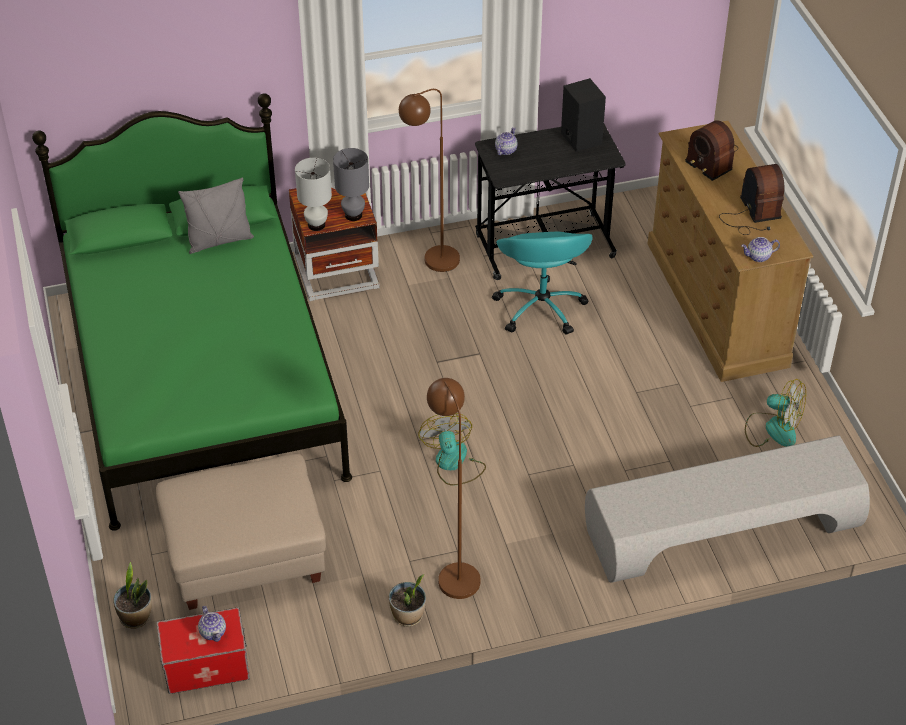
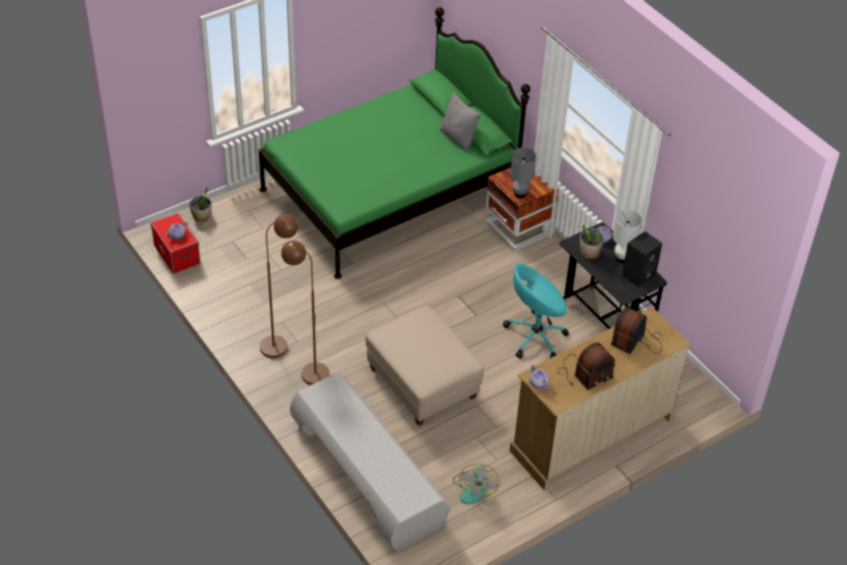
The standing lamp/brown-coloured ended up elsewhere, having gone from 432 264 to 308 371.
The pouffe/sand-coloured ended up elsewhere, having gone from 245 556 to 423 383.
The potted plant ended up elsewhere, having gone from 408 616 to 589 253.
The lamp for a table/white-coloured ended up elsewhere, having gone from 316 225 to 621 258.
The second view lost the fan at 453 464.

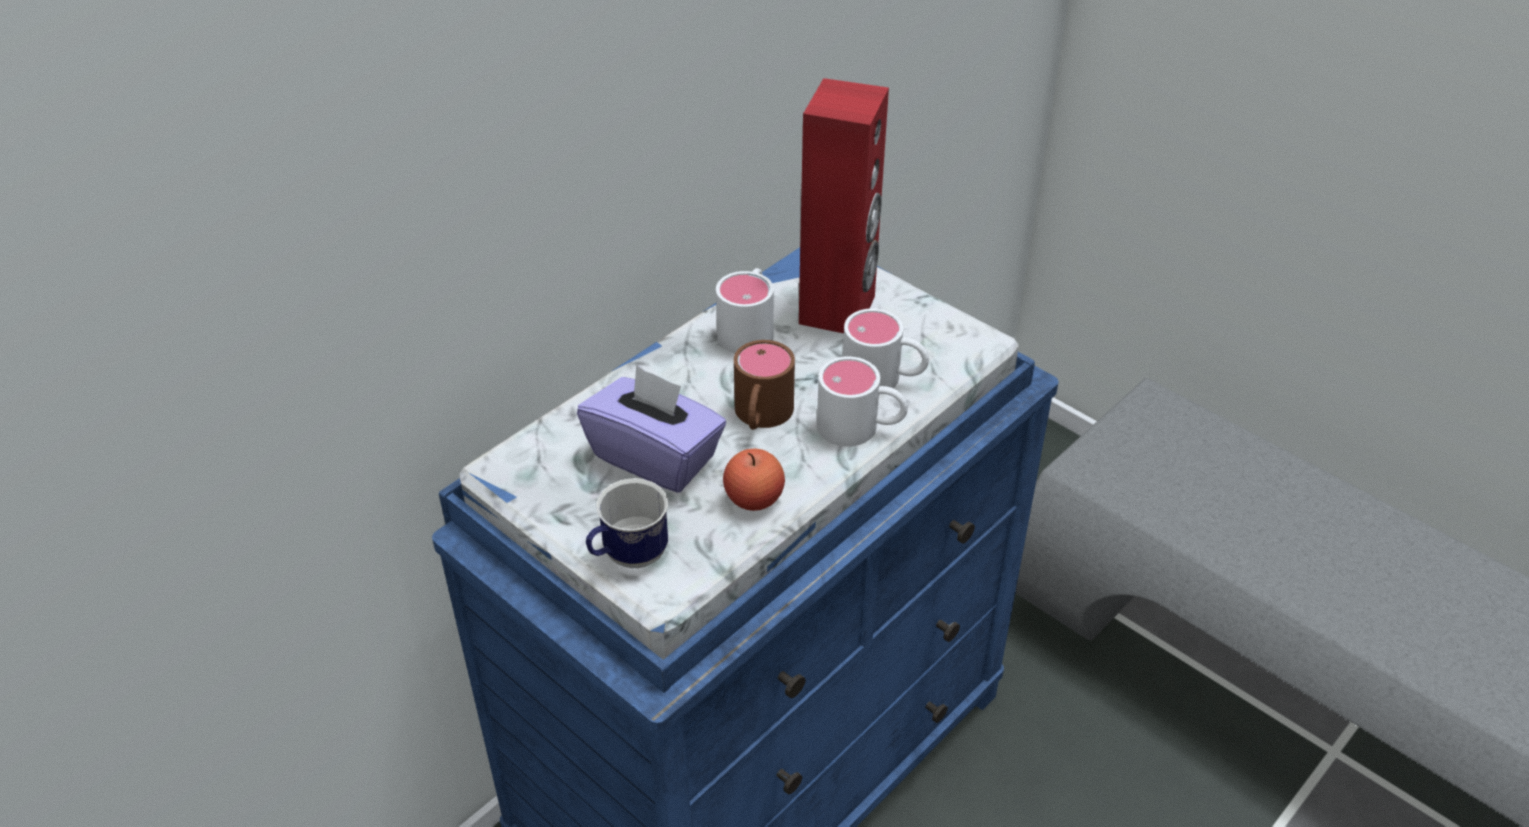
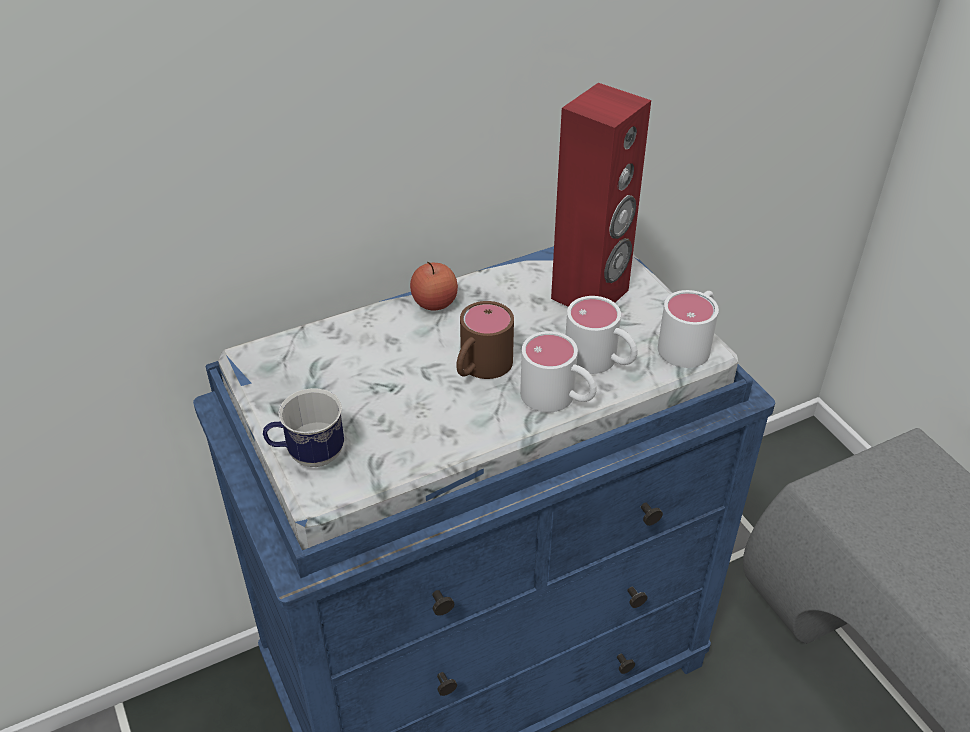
The apple ended up elsewhere, having gone from 754 498 to 434 303.
The tea mug/white-coloured ended up elsewhere, having gone from 749 328 to 689 343.
The second view lost the tissue box/purplish at 655 457.

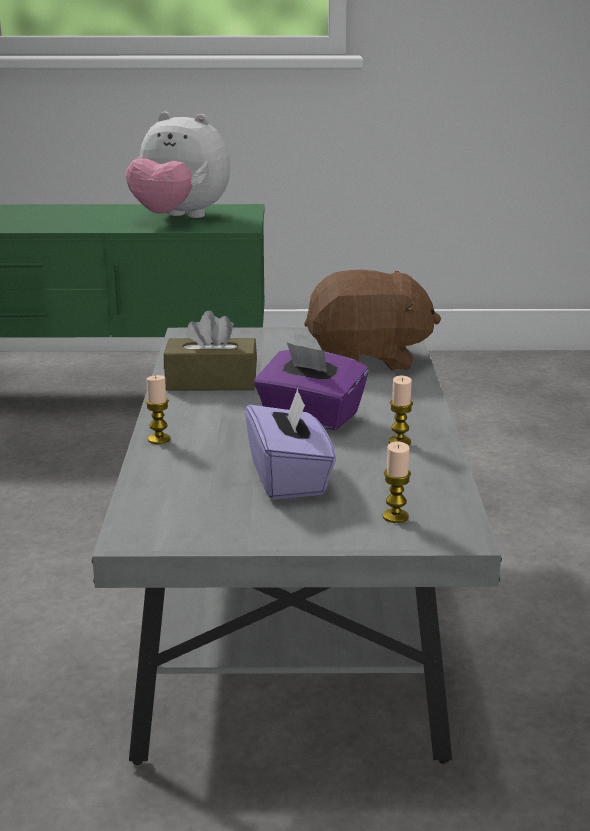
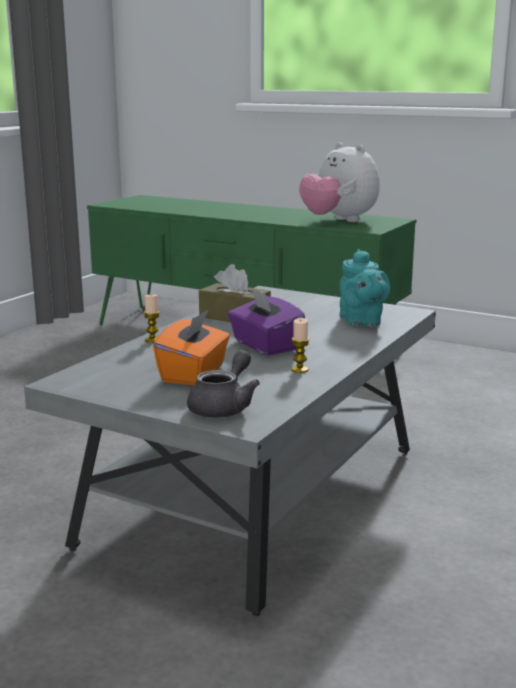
What was the tissue box/purplish at 289 478 turned into the tissue box/orangey at 194 374.
Where the wax candle stood at 395 516, the teapot/gray came to stand at 224 407.
Where the plush toy/brown-coloured stood at 368 359, the teapot/blue-green came to stand at 361 322.

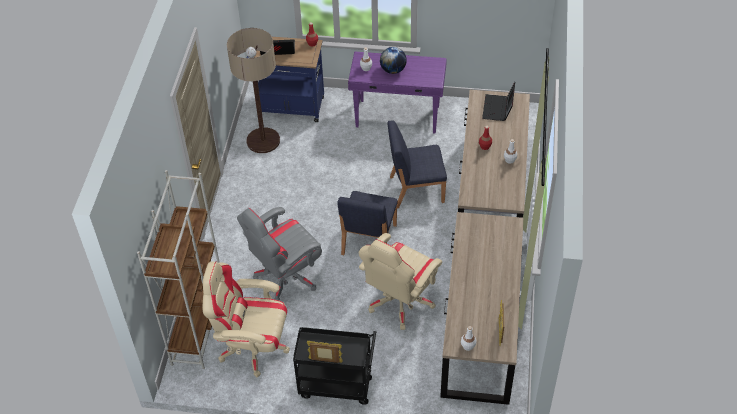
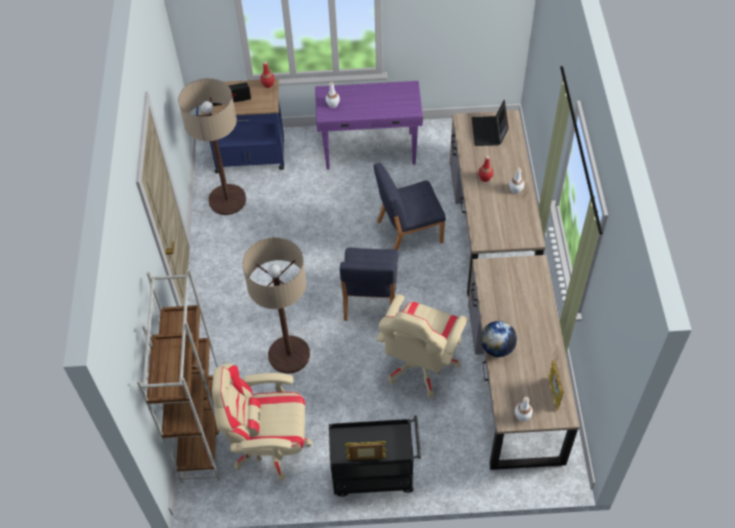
Where the office chair/gray stood at 286 276, the standing lamp came to stand at 289 355.
The desk globe ended up elsewhere, having gone from 393 70 to 497 348.

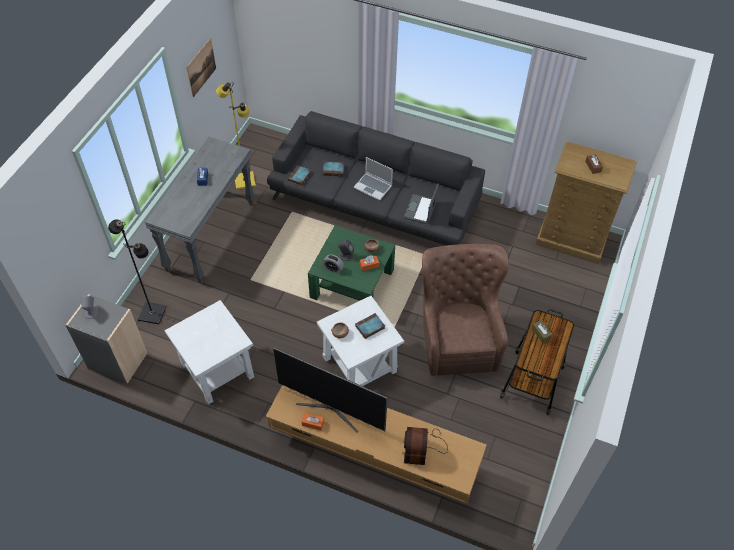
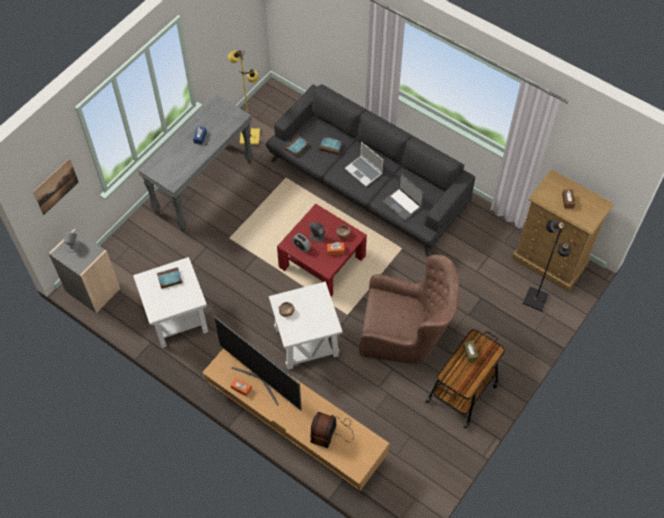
The picture ended up elsewhere, having gone from 201 67 to 56 186.
The book ended up elsewhere, having gone from 369 327 to 169 279.
What was the coffee table/greenish at 352 283 turned into the coffee table/red at 322 261.
The lounge chair/brown-coloured at 457 337 ended up facing another way, 90 degrees clockwise from before.
The notebook computer at 421 210 ended up facing another way, 75 degrees counterclockwise from before.
The standing lamp/blackish ended up elsewhere, having gone from 152 313 to 535 299.

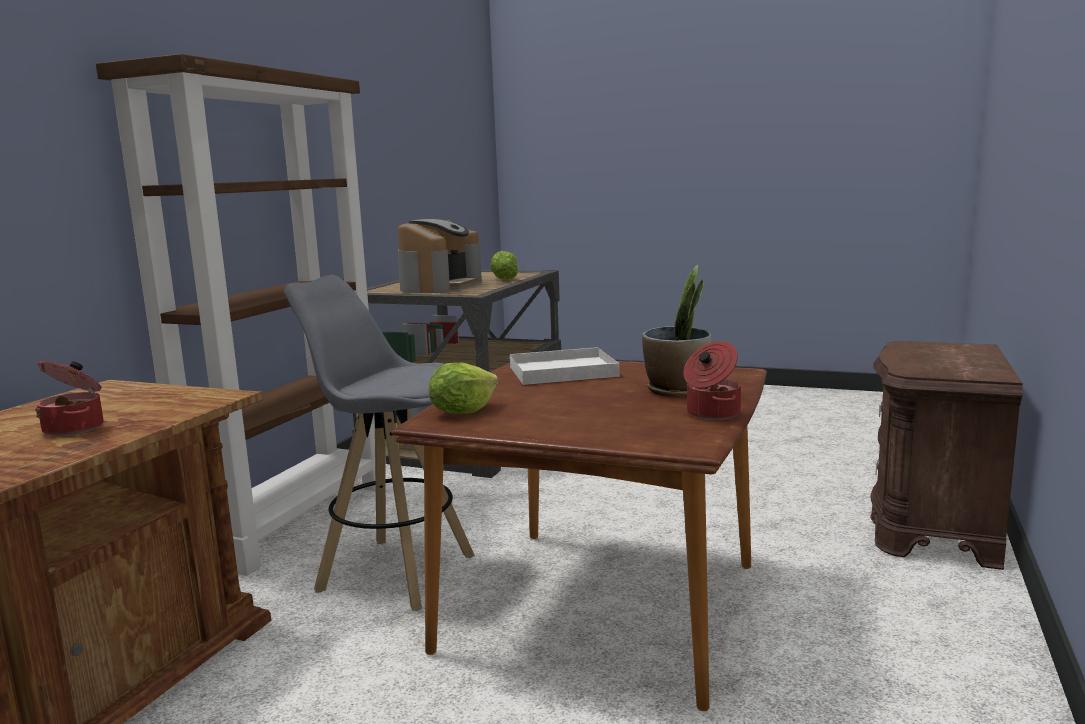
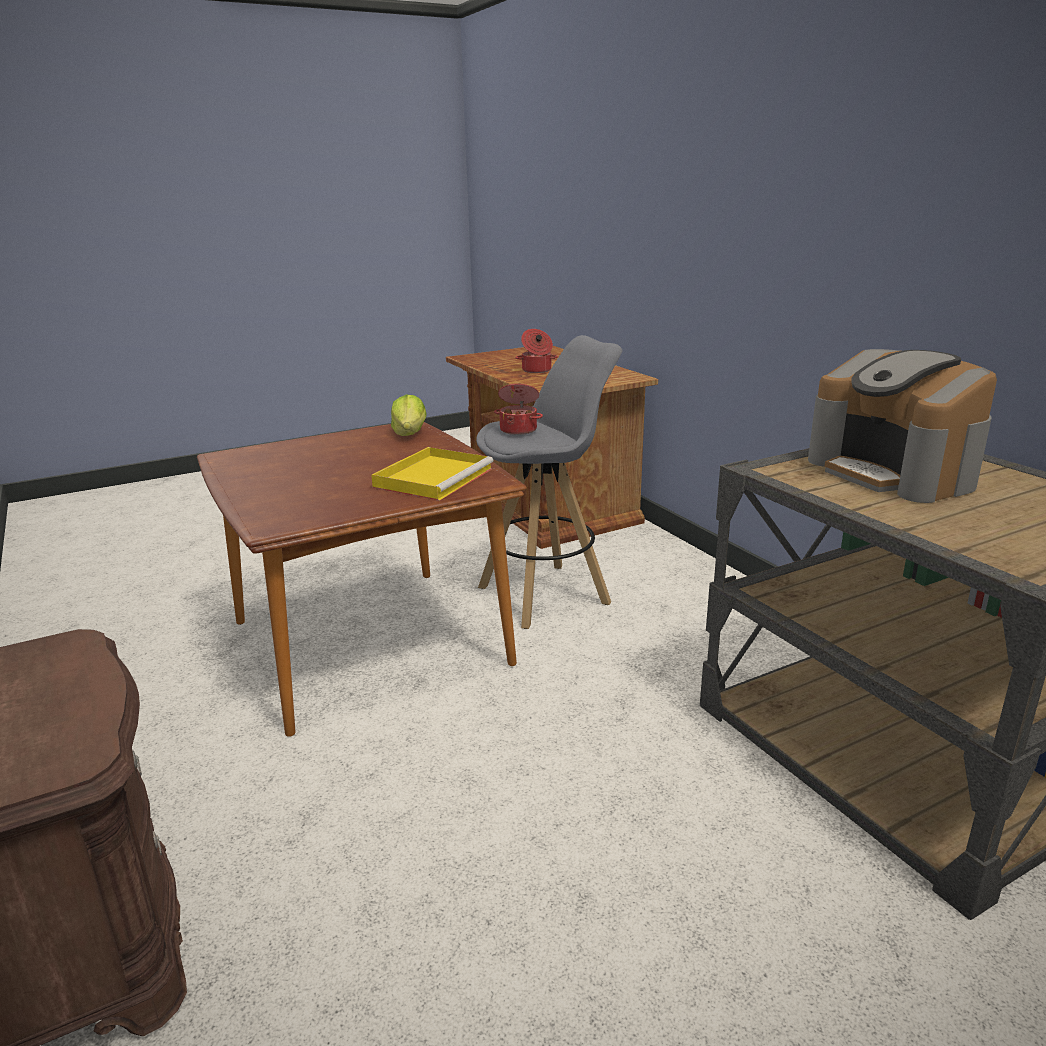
What was the tray/white-coloured at 560 371 turned into the tray/yellowish at 434 477.
The stockpot ended up elsewhere, having gone from 711 413 to 519 429.
The second view lost the bookcase/brown-coloured at 293 519.
The second view lost the head of lettuce at 504 279.
The second view lost the potted plant at 676 391.

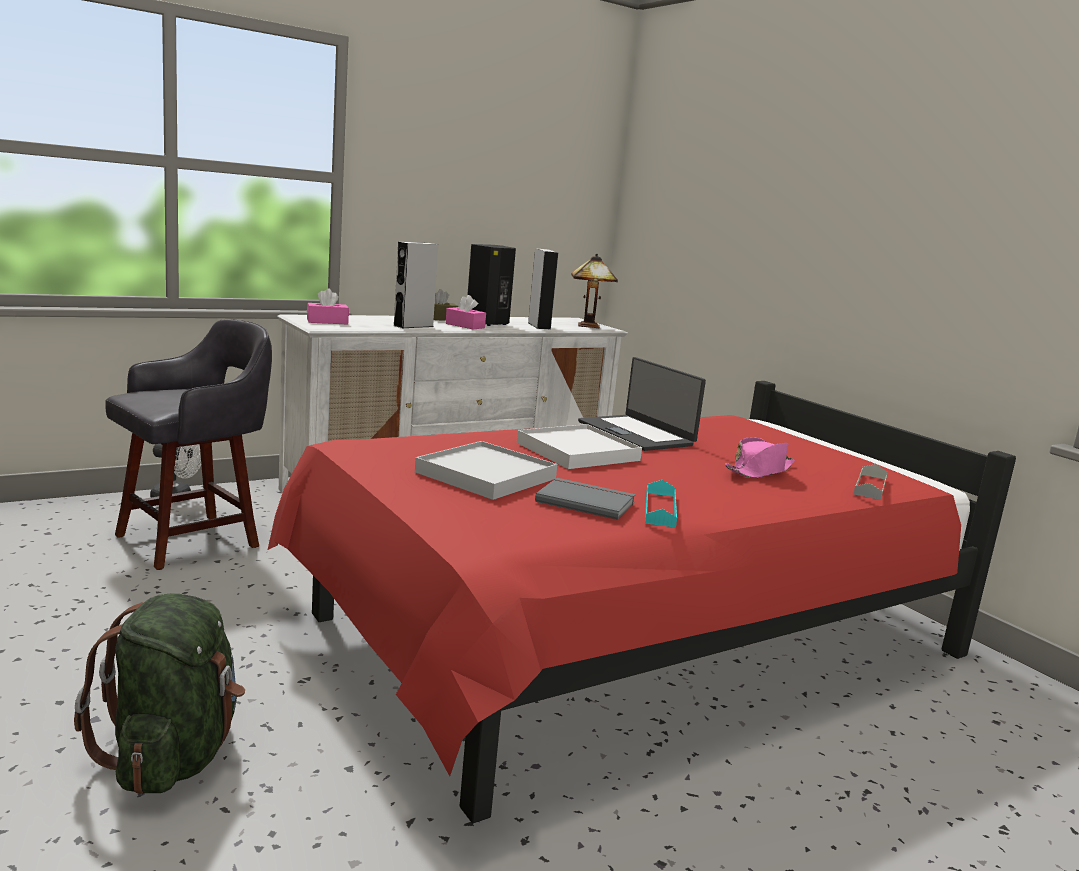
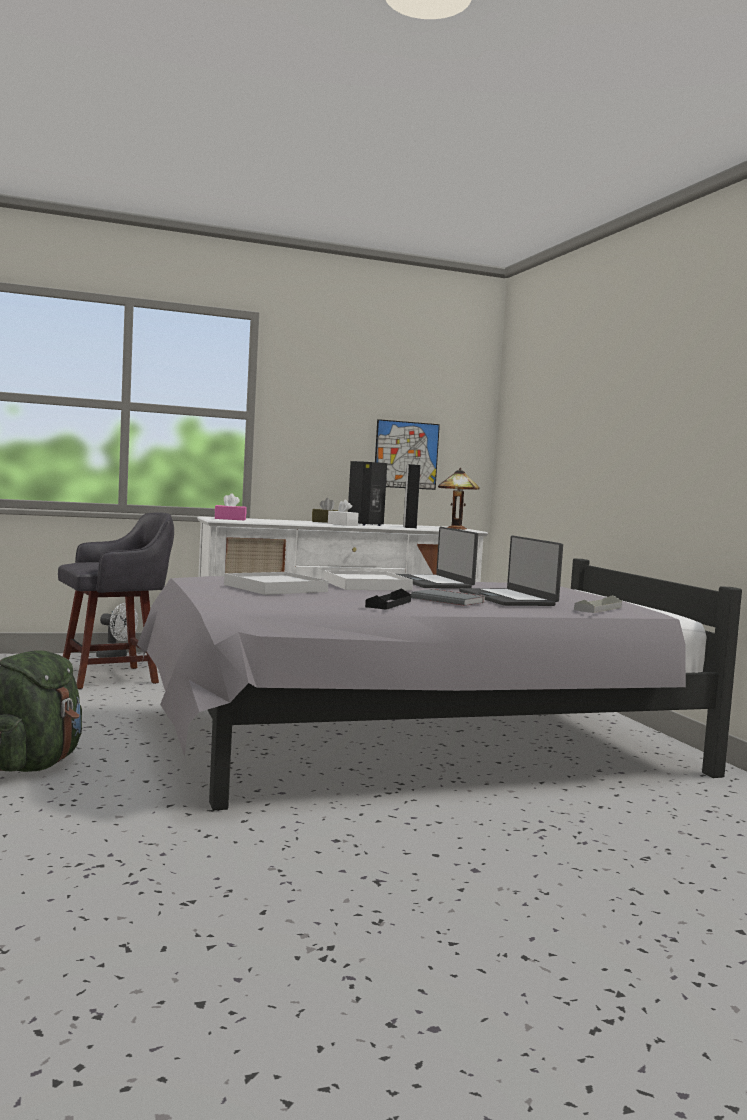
What was the bedroom bed/red at 628 640 turned into the bedroom bed/gray at 413 745.
What was the tissue box/pink at 465 326 turned into the tissue box/white-coloured at 342 524.
What was the tray/blue-green at 660 509 turned into the tray/blackish at 388 604.
The second view gained the picture at 406 455.
The book/gray ended up elsewhere, having gone from 585 501 to 449 600.
Where the clothing hat/pink stood at 759 471, the notebook computer came to stand at 508 598.
The second view lost the loudspeaker/gray at 413 326.

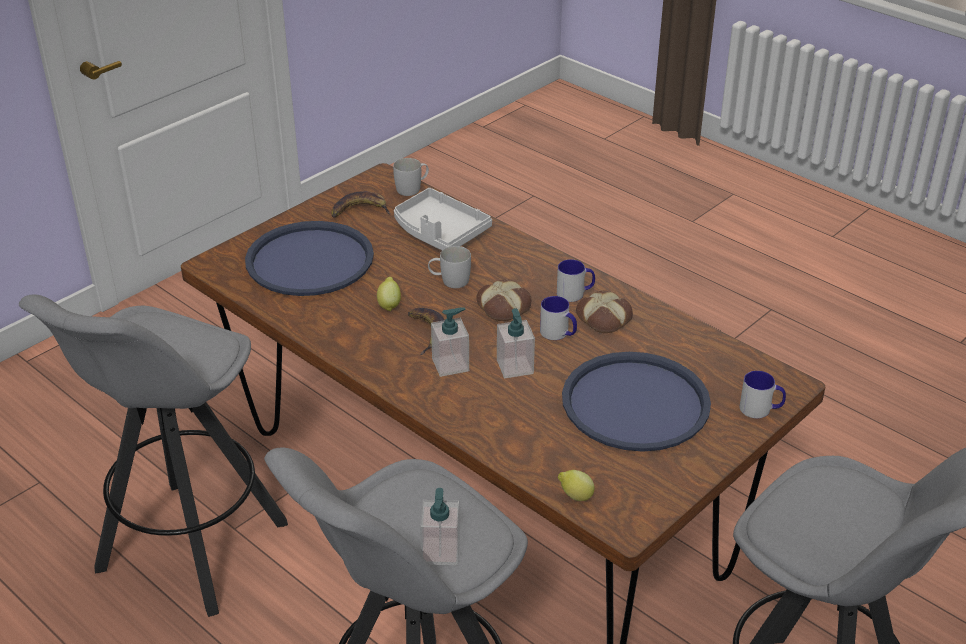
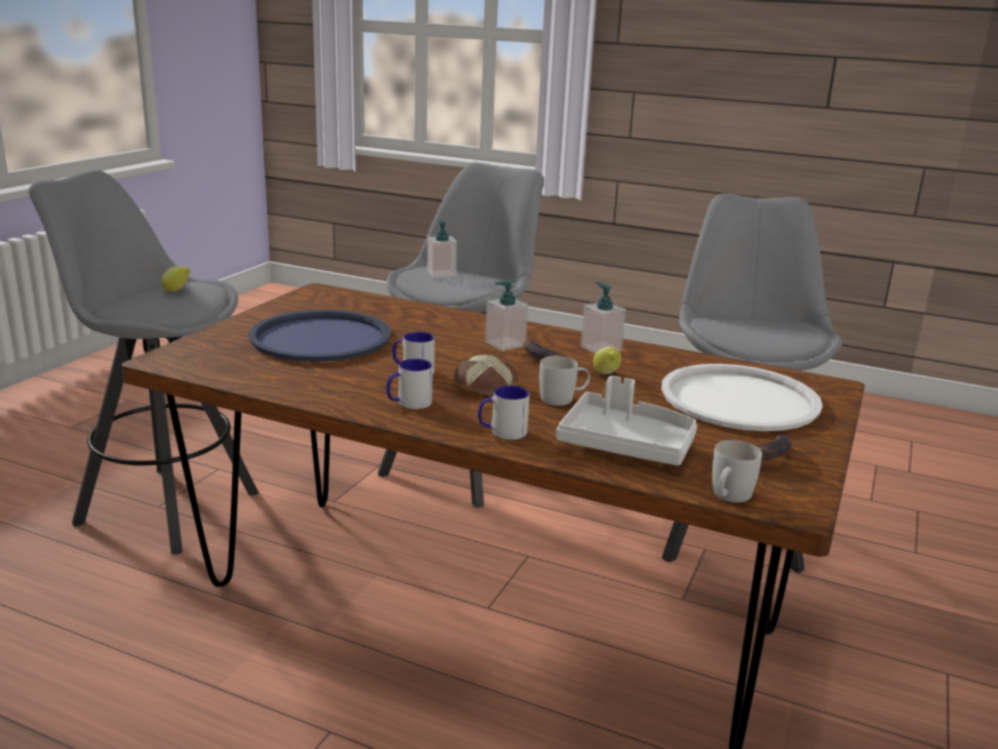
The lemon ended up elsewhere, having gone from 575 496 to 177 290.
The tea mug ended up elsewhere, having gone from 761 409 to 502 432.
The soap bottle ended up elsewhere, having gone from 515 367 to 601 348.
What was the tray/blue at 310 260 turned into the tray/white-coloured at 739 399.
The second view lost the bakery bread at 604 317.

